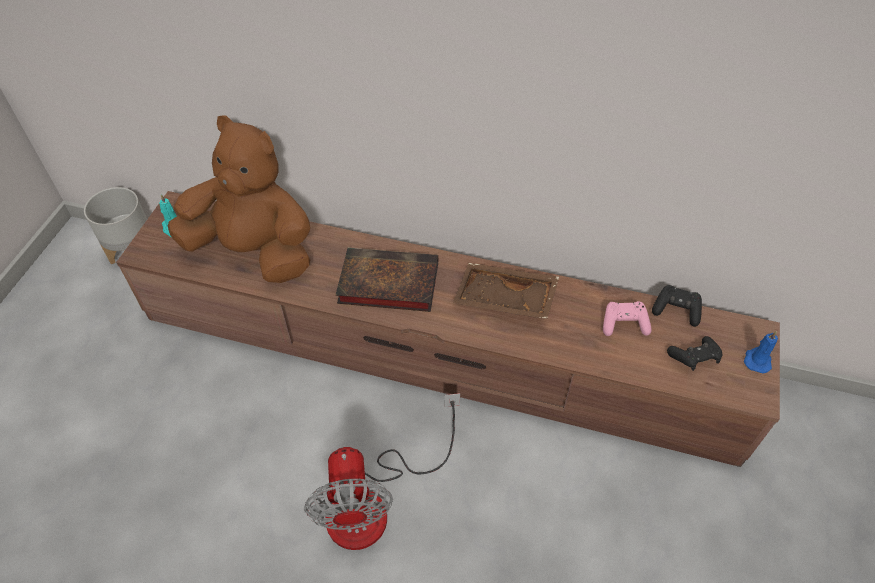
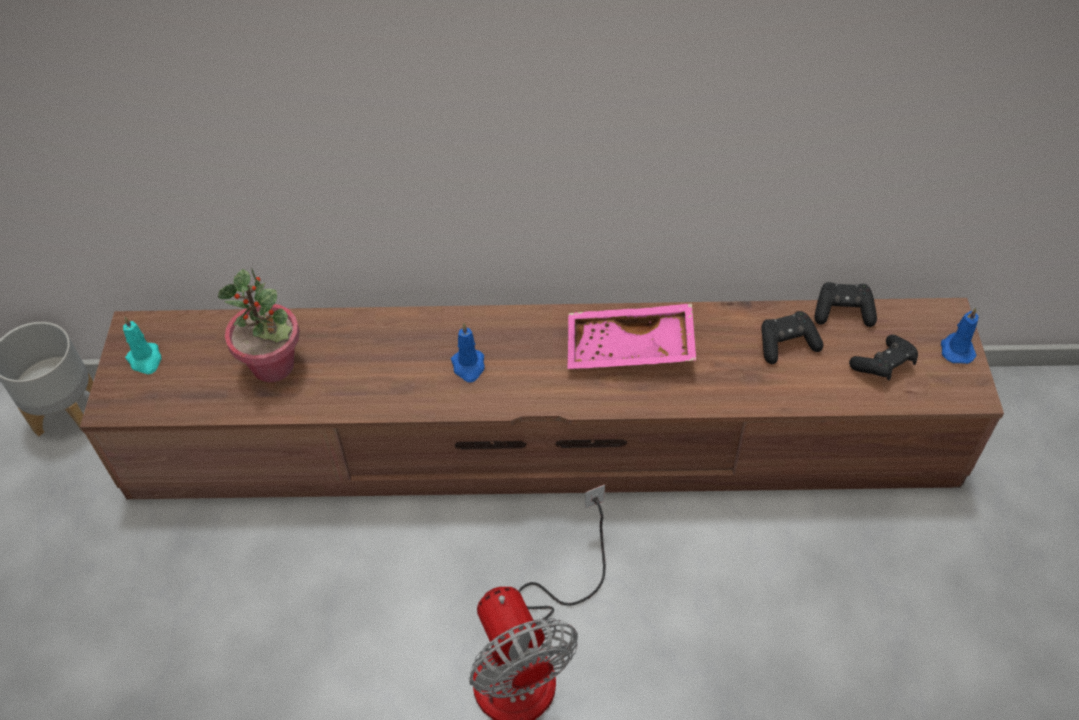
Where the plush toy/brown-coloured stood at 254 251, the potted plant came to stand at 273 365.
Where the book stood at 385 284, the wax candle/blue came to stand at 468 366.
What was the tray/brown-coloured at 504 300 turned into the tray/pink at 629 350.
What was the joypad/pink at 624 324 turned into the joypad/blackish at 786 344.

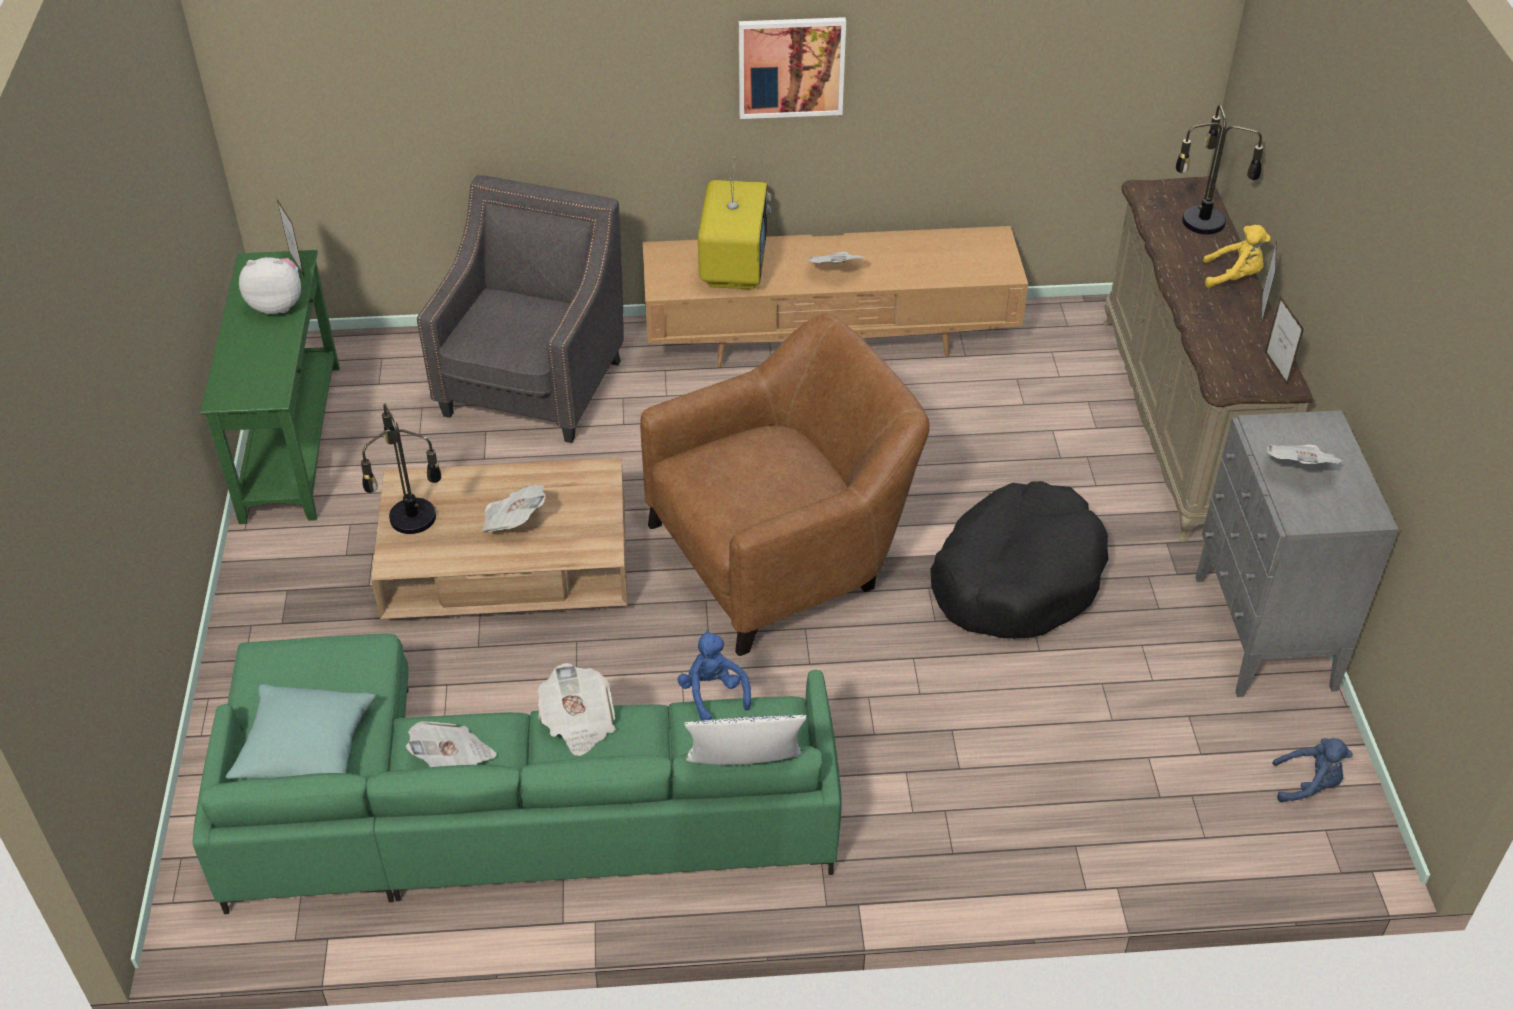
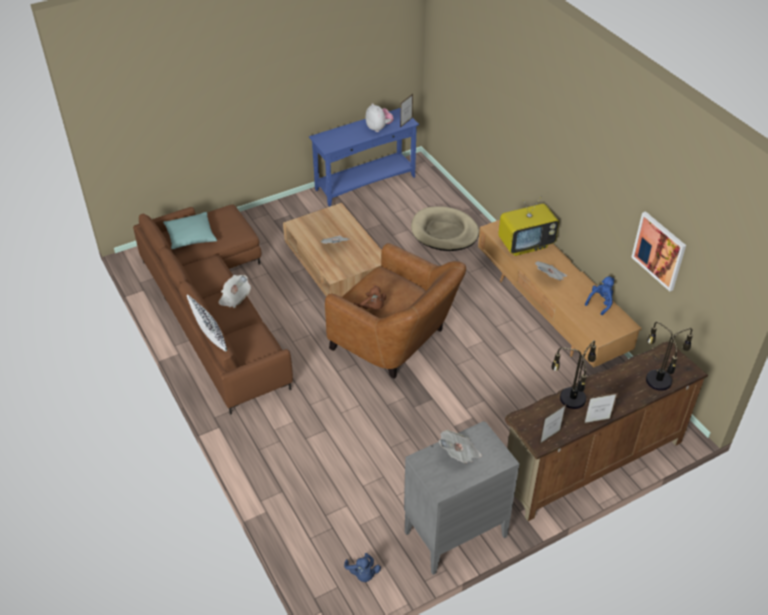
What was the settee/greenish at 499 811 turned into the settee/brown-coloured at 216 310.
What was the narrow table/greenish at 291 441 turned into the narrow table/blue at 365 183.
The second view gained the plush toy/brown-coloured at 372 307.
Where the lounge chair/gray stood at 533 386, the dog bed/sand-coloured came to stand at 444 232.
The lamp for a table ended up elsewhere, having gone from 412 518 to 572 398.
The plush toy/blue ended up elsewhere, having gone from 713 693 to 600 303.
The picture ended up elsewhere, having gone from 791 67 to 659 250.
The second view lost the printed paper at 454 761.
The second view lost the dog bed/blackish at 1016 578.
The second view lost the plush toy/yellowish at 1234 277.

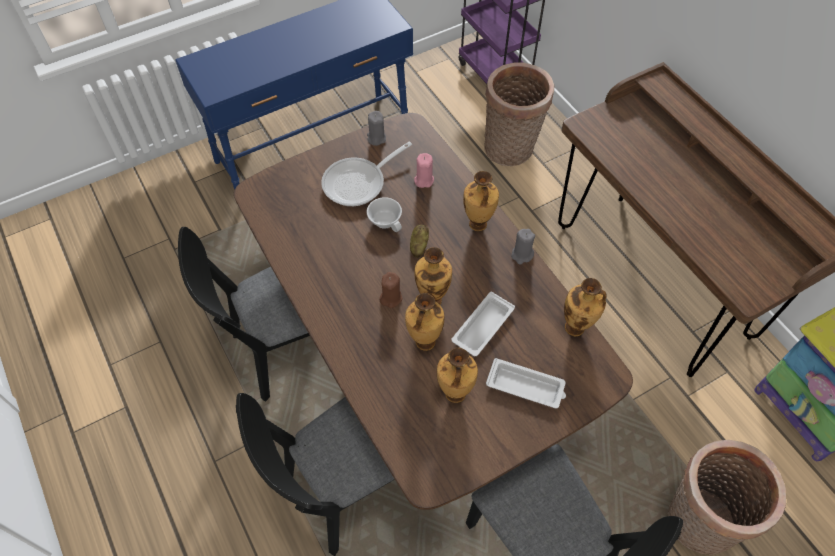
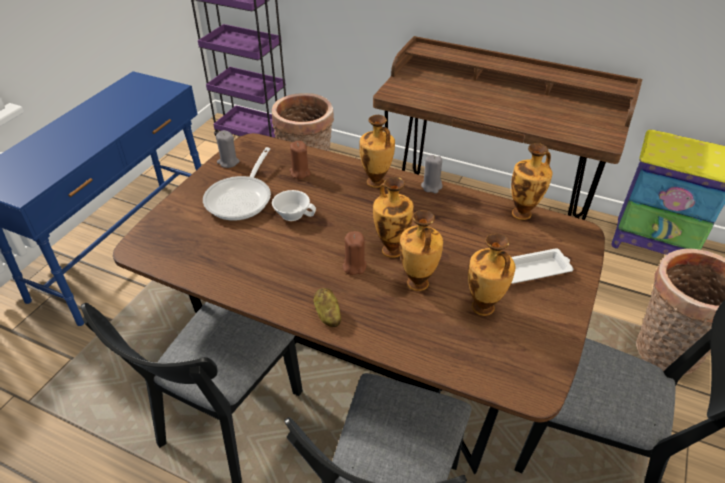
What was the wax candle/pink at 423 180 turned into the wax candle/brown-coloured at 299 173.
The whole potato ended up elsewhere, having gone from 418 246 to 327 315.
The second view lost the tray/white-coloured at 482 328.

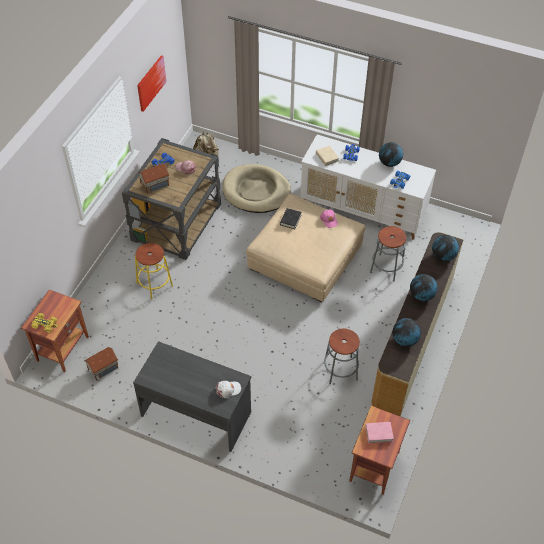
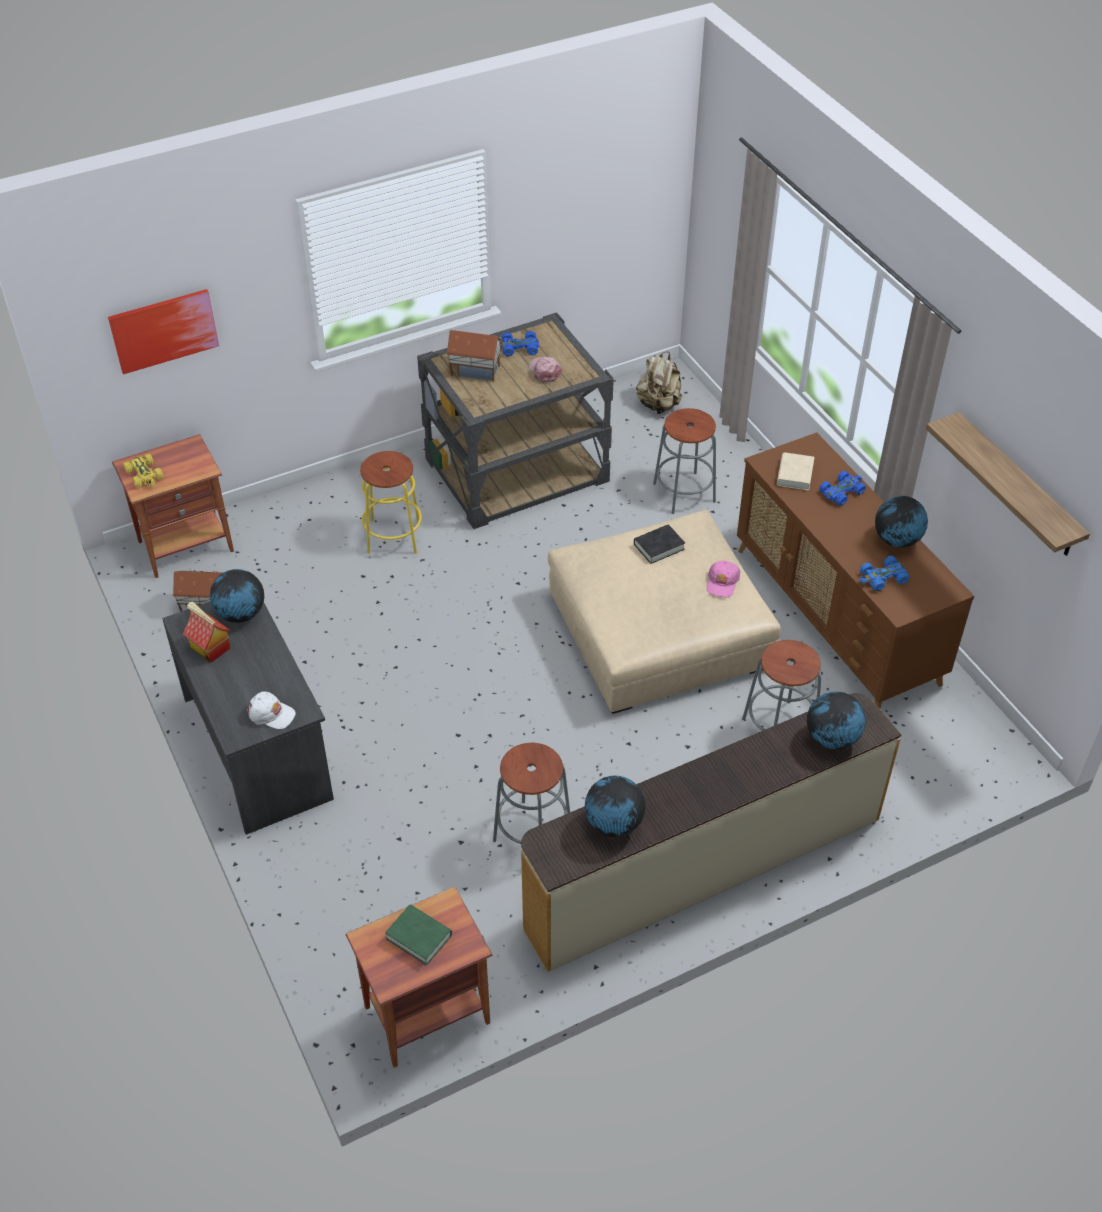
The picture ended up elsewhere, having gone from 151 83 to 164 330.
The second view gained the model house at 209 648.
The desk globe ended up elsewhere, having gone from 421 295 to 240 614.
What was the book/pink at 379 433 turned into the book/greenish at 419 937.
Where the dog bed/sand-coloured stood at 256 191, the stool/gray came to stand at 684 493.
What was the chest of drawers/white-coloured at 363 208 turned into the chest of drawers/brown-coloured at 836 615.
The second view gained the shelf at 1017 486.

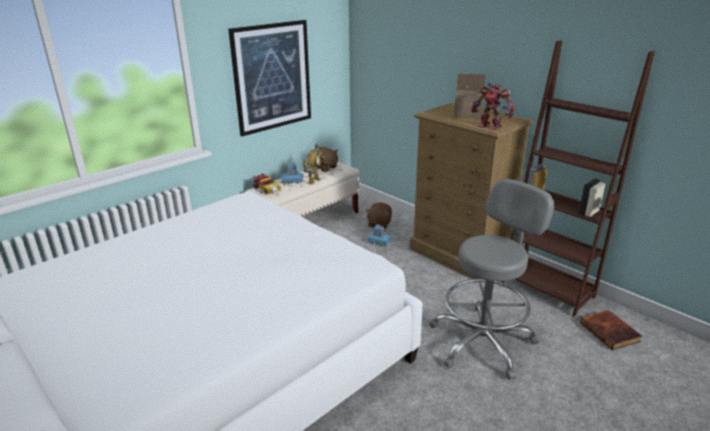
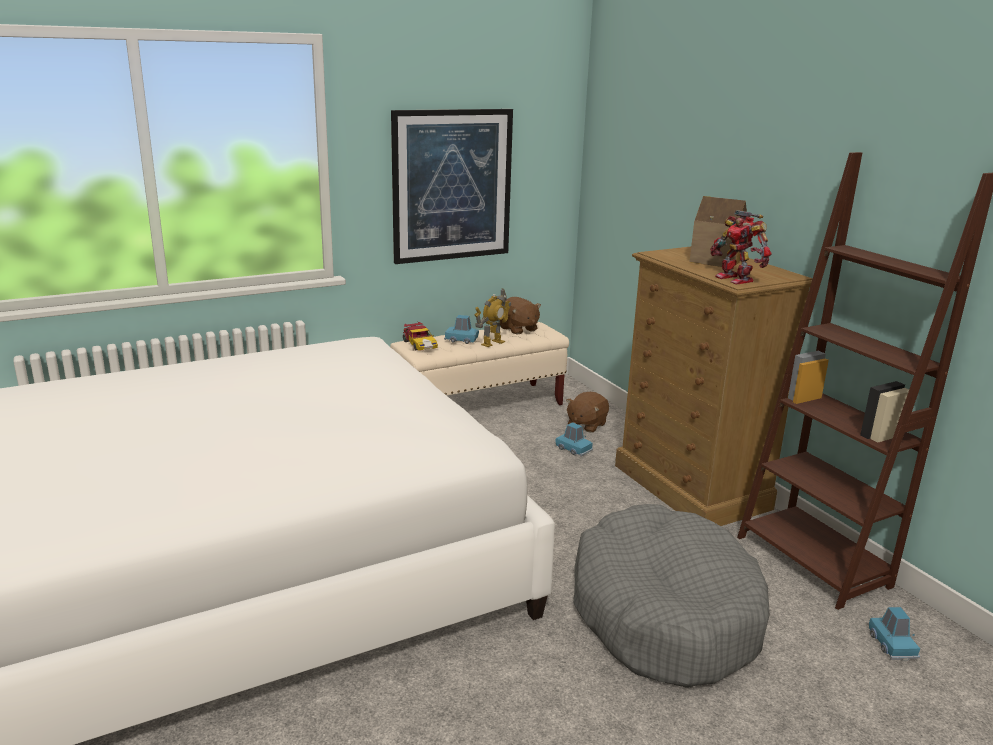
Where the stool/gray stood at 483 341, the dog bed/gray came to stand at 663 613.
Where the book stood at 610 332, the miniature car/blue came to stand at 892 645.

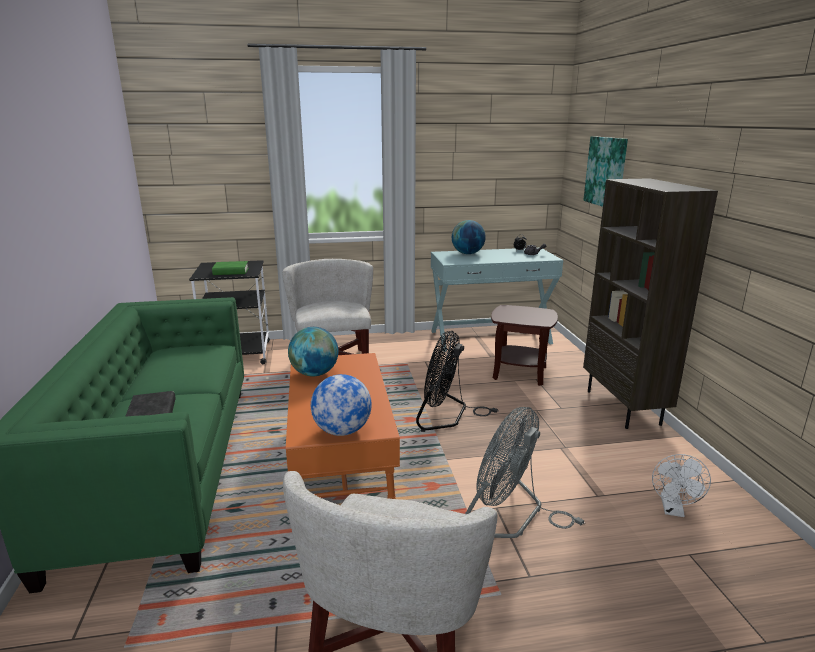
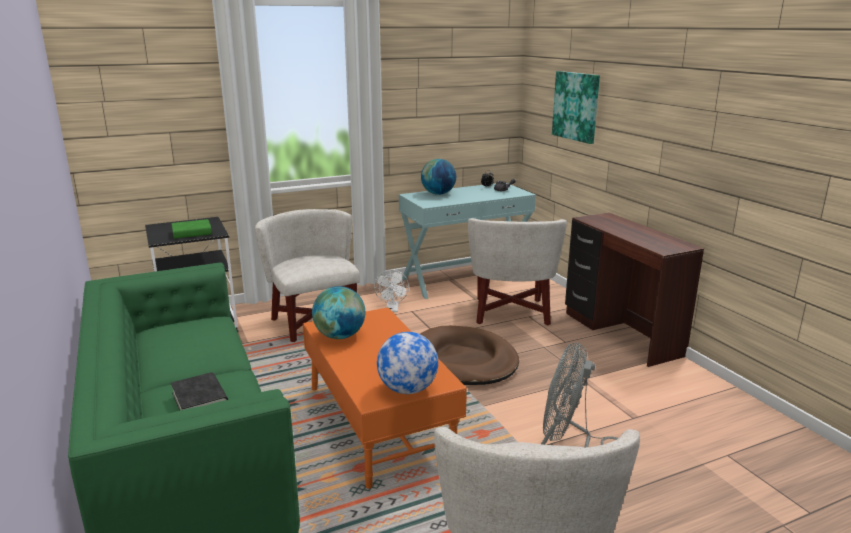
The fan/white-coloured ended up elsewhere, having gone from 673 510 to 392 309.
Where the fan/blackish stood at 450 413, the dog bed/brown-coloured came to stand at 463 360.
Where the side table/brown-coloured stood at 519 373, the lounge chair/white-coloured came to stand at 511 312.
Where the bookcase/brown-coloured stood at 624 407, the desk table/brown-coloured came to stand at 620 334.

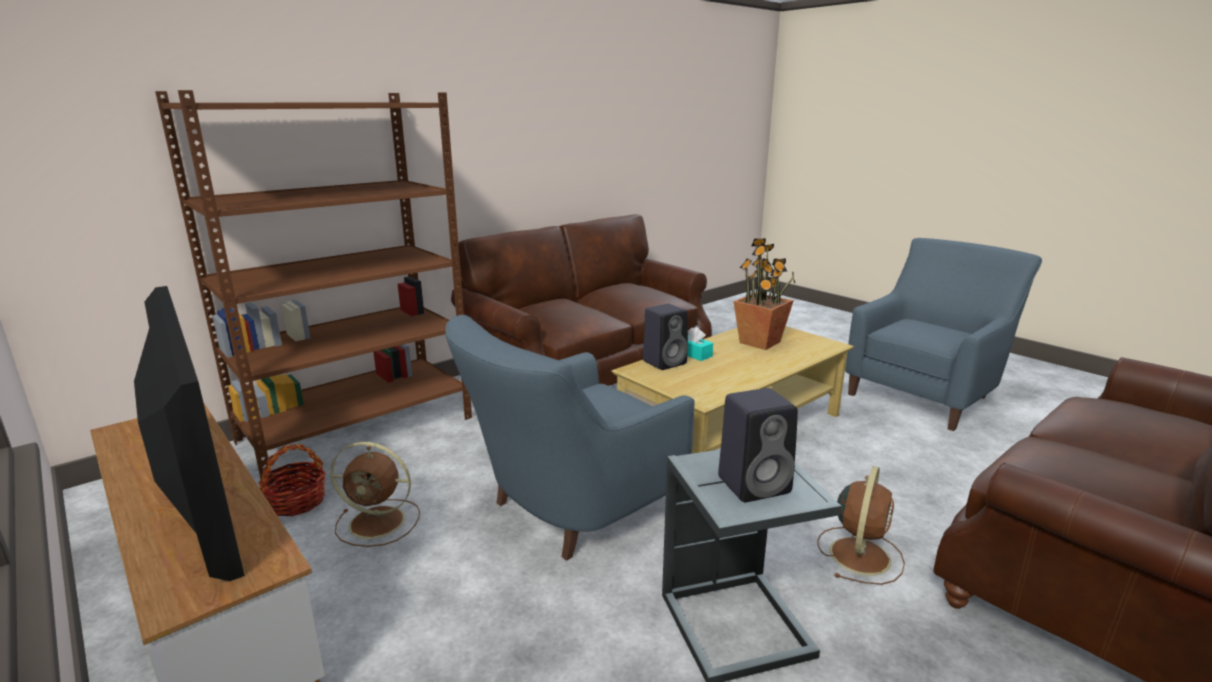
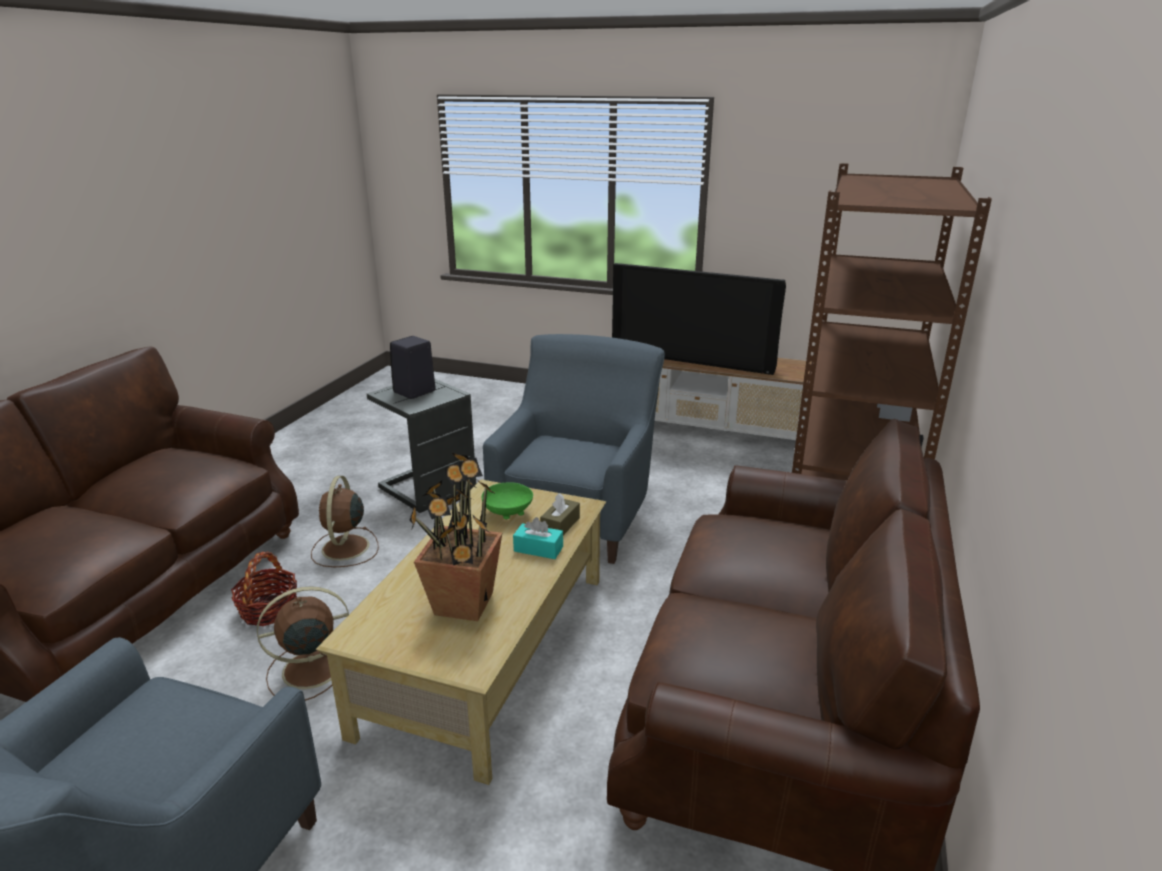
The storage basket ended up elsewhere, having gone from 296 502 to 269 609.
The fan/brown-coloured ended up elsewhere, having gone from 379 522 to 309 669.
The second view gained the serving bowl/greenish at 507 513.
Where the loudspeaker/blackish stood at 665 362, the tissue box/brown-coloured came to stand at 560 525.

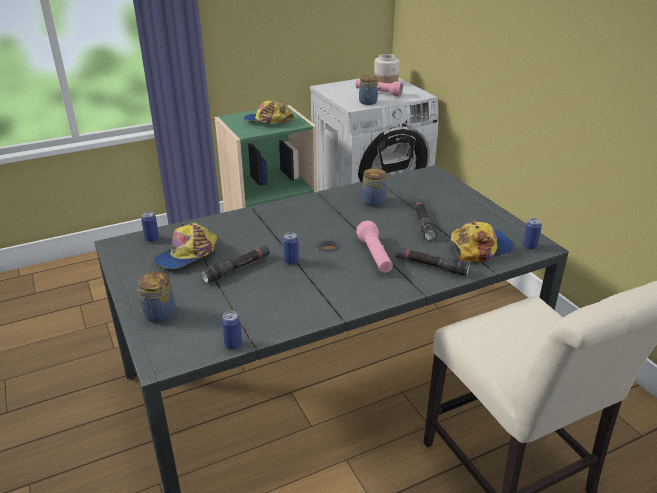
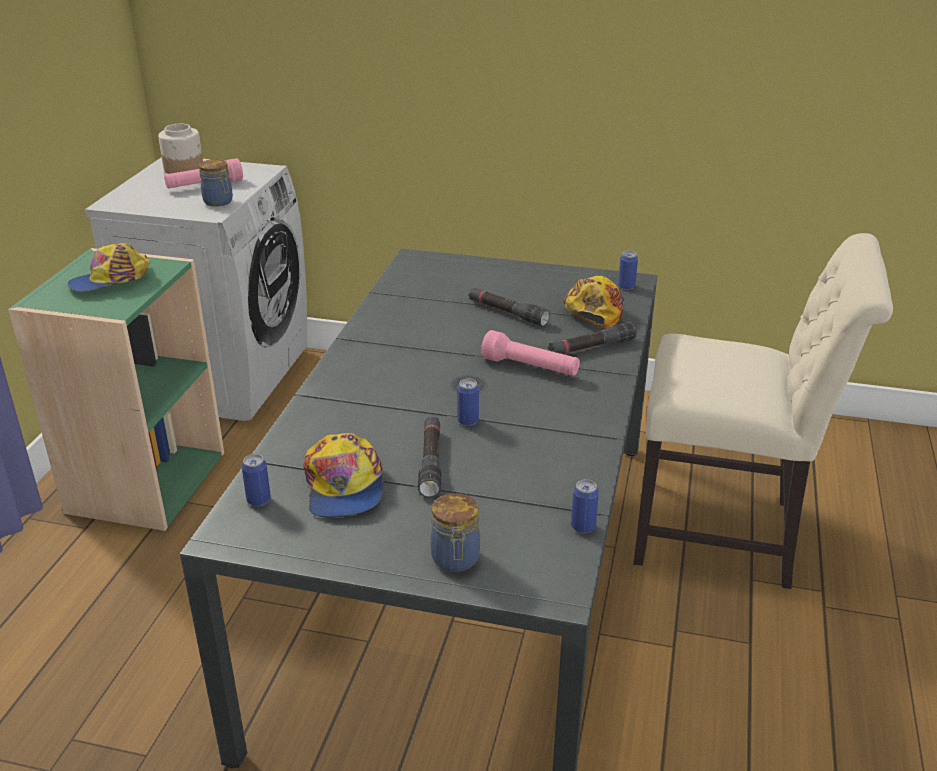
The second view lost the jar at 373 201.

